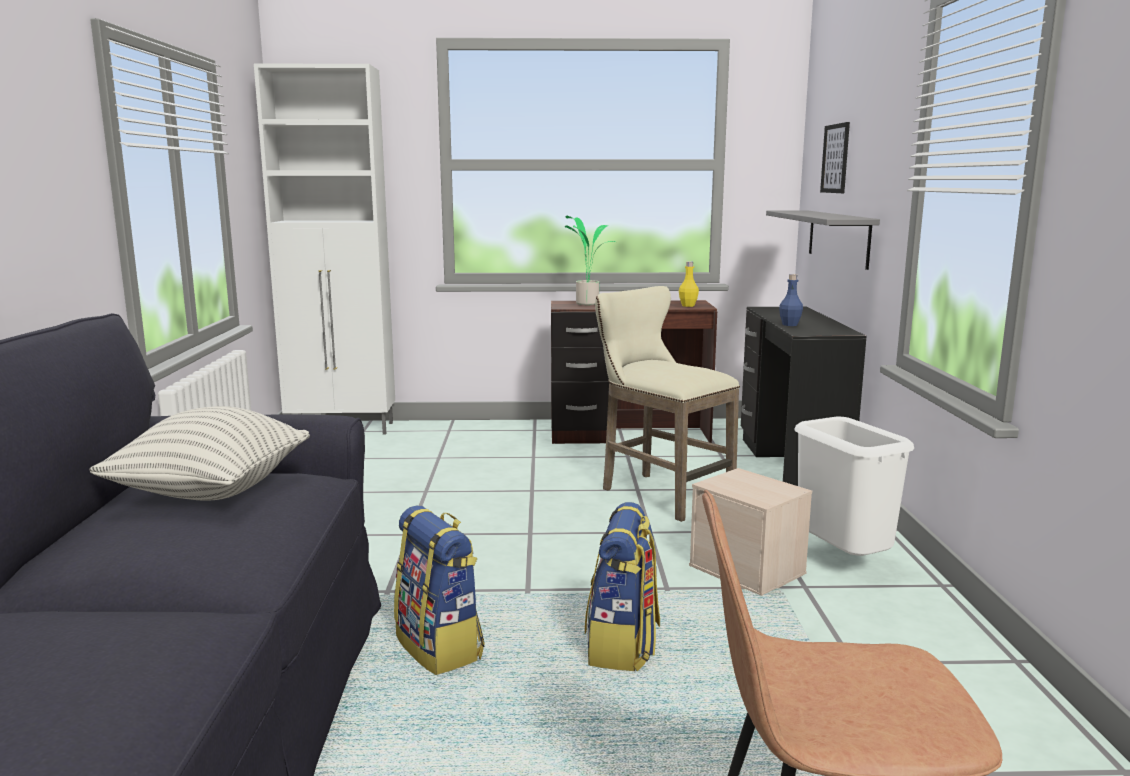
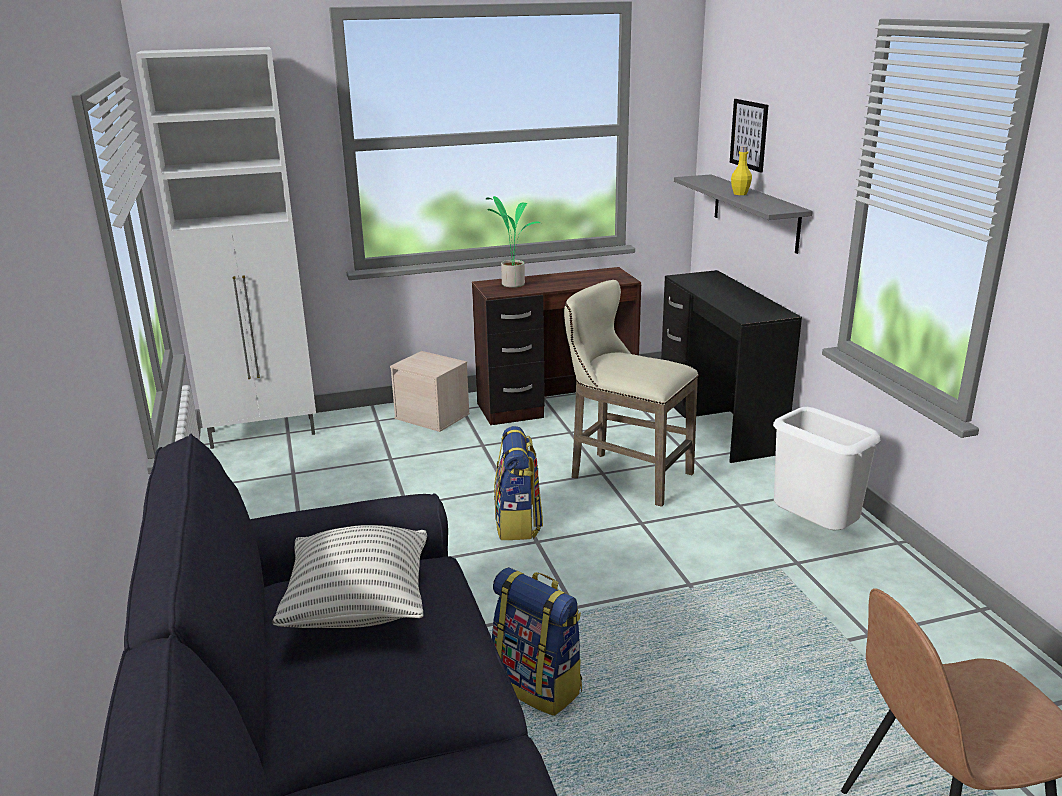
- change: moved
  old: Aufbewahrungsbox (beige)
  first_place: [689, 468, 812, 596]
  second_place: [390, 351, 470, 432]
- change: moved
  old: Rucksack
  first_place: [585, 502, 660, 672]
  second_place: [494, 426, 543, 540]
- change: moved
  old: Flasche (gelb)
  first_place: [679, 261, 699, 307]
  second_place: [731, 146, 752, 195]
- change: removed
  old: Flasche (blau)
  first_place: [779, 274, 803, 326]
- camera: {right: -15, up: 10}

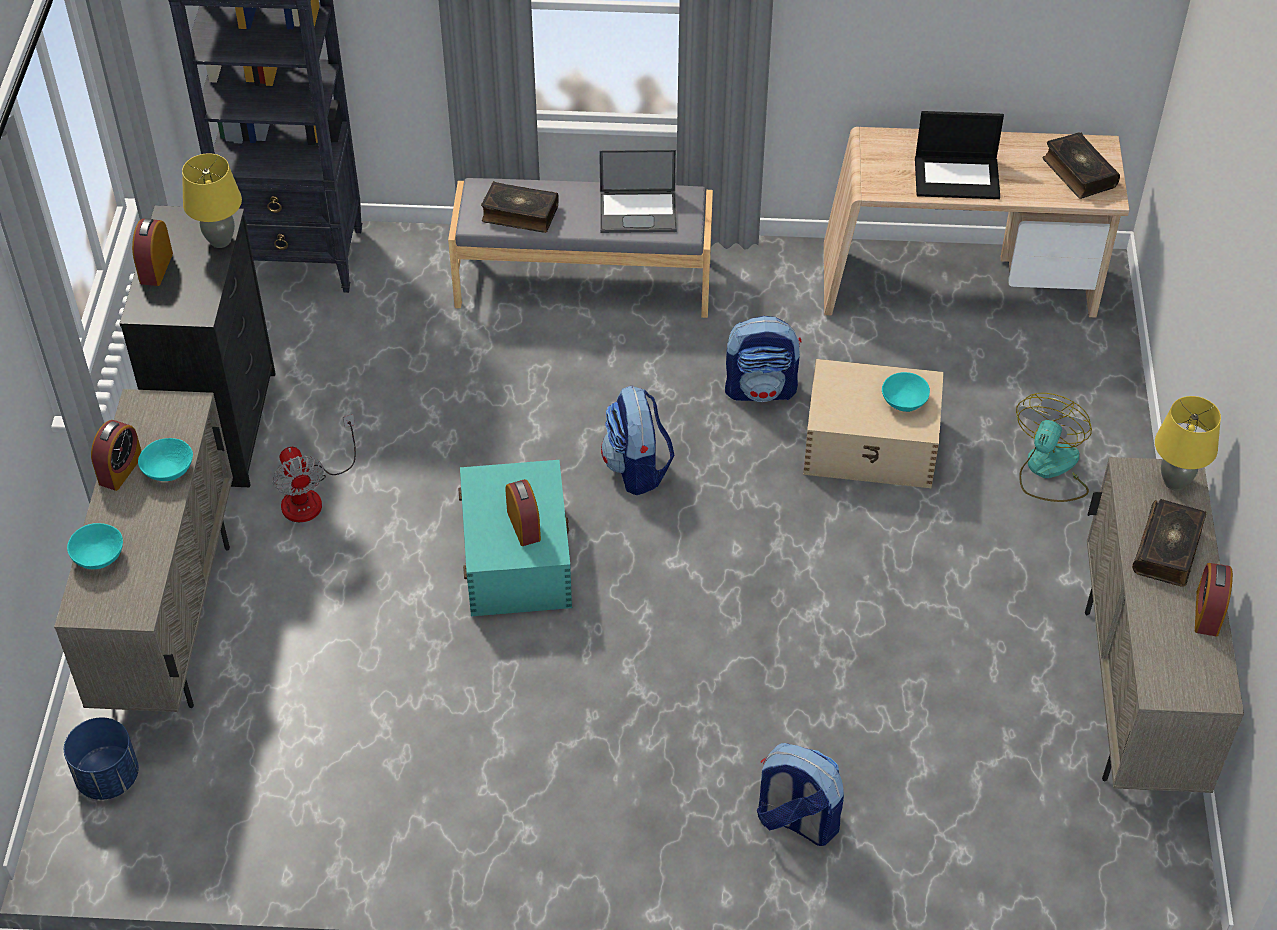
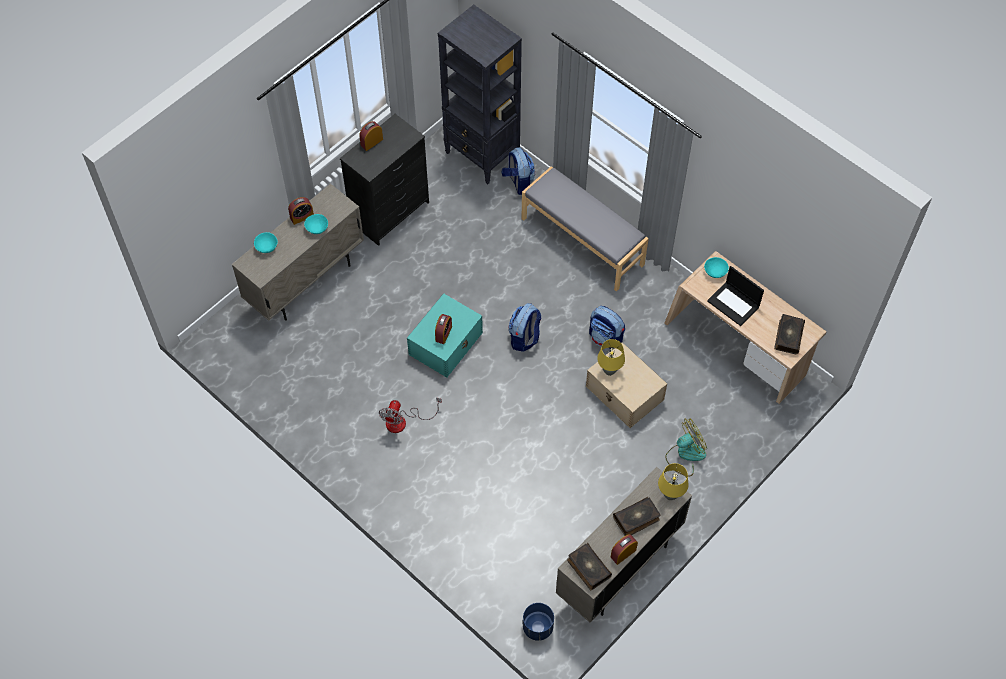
- change: moved
  old: Ventilator
  first_place: [272, 414, 356, 522]
  second_place: [379, 398, 442, 433]
- change: moved
  old: Rucksack
  first_place: [757, 743, 844, 846]
  second_place: [501, 147, 535, 195]
- change: moved
  old: Pflanzkübel (blau)
  first_place: [64, 717, 139, 800]
  second_place: [523, 603, 554, 641]
- change: moved
  old: Buch
  first_place: [481, 181, 559, 233]
  second_place: [567, 543, 612, 590]
- change: moved
  old: Tischlampe (gelb)
  first_place: [182, 153, 242, 248]
  second_place: [597, 339, 625, 376]
- change: moved
  old: Schüssel (türkis)
  first_place: [882, 372, 930, 412]
  second_place: [704, 257, 729, 278]
- change: removed
  old: Laptop
  first_place: [599, 149, 677, 233]
- camera: {right: 40, up: 10}

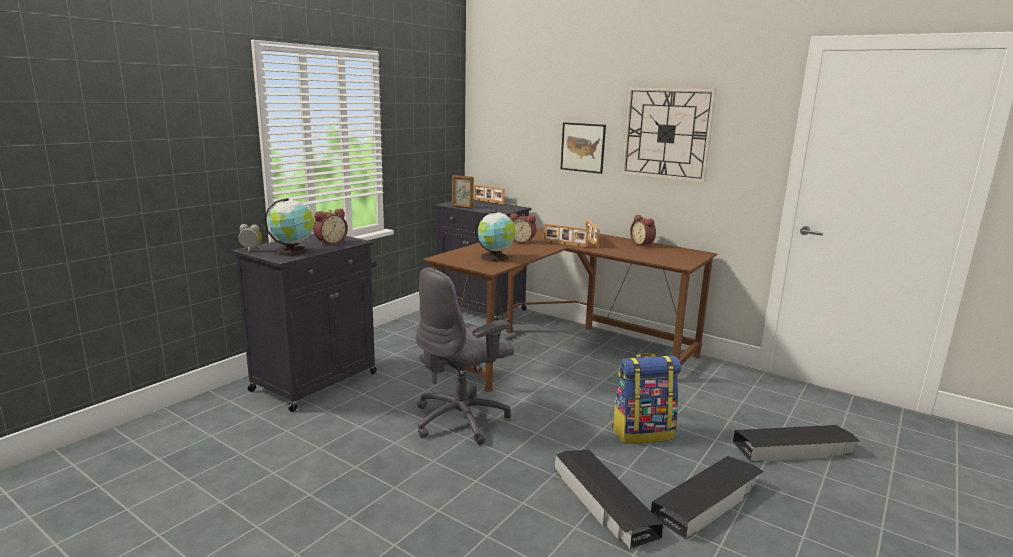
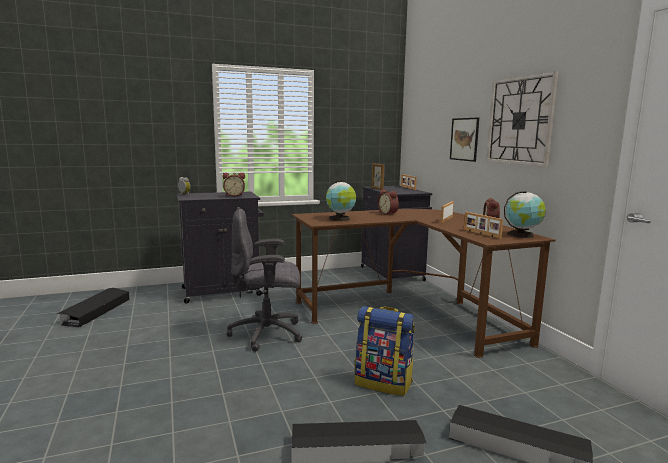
- change: moved
  old: Aufbewahrungsbox (schwarz)
  first_place: [555, 450, 663, 548]
  second_place: [57, 288, 129, 327]
- change: moved
  old: Bilderrahmen
  first_place: [544, 224, 589, 247]
  second_place: [464, 212, 503, 239]
- change: moved
  old: Globus
  first_place: [264, 198, 314, 255]
  second_place: [504, 191, 546, 238]
- camera: {right: 35, up: -5}

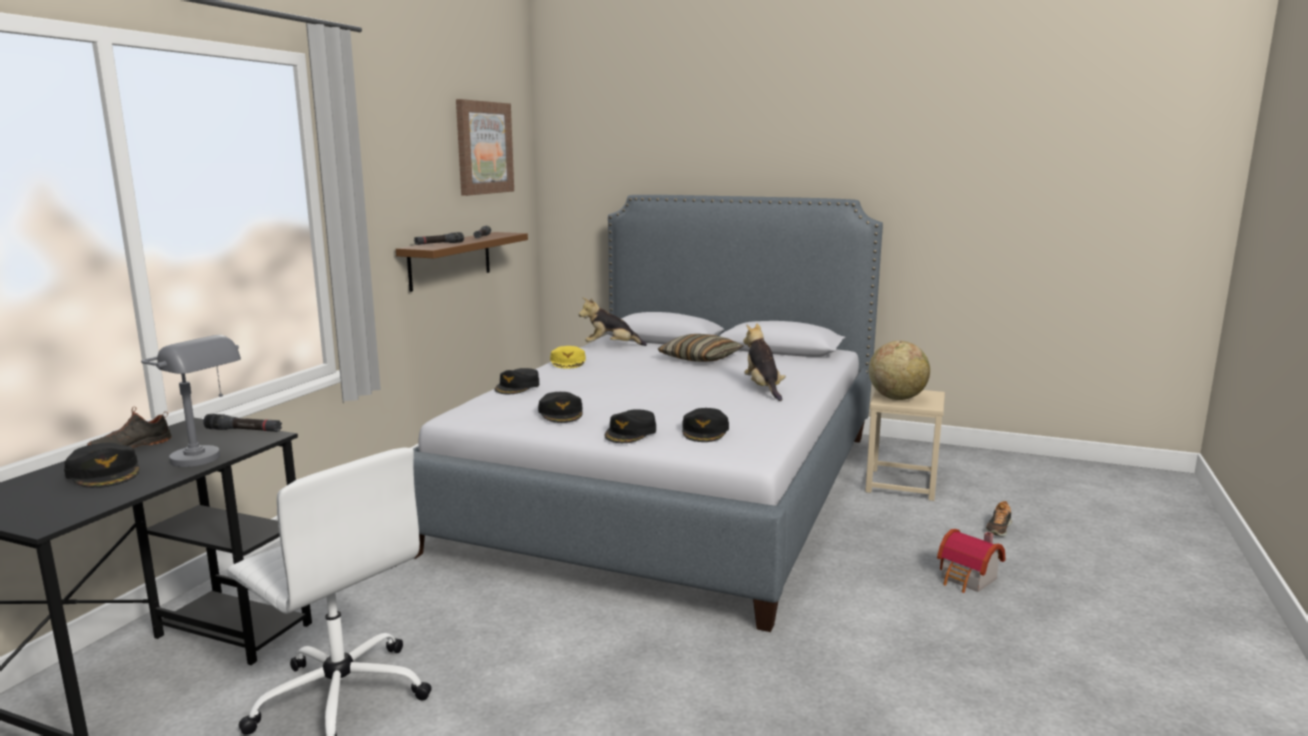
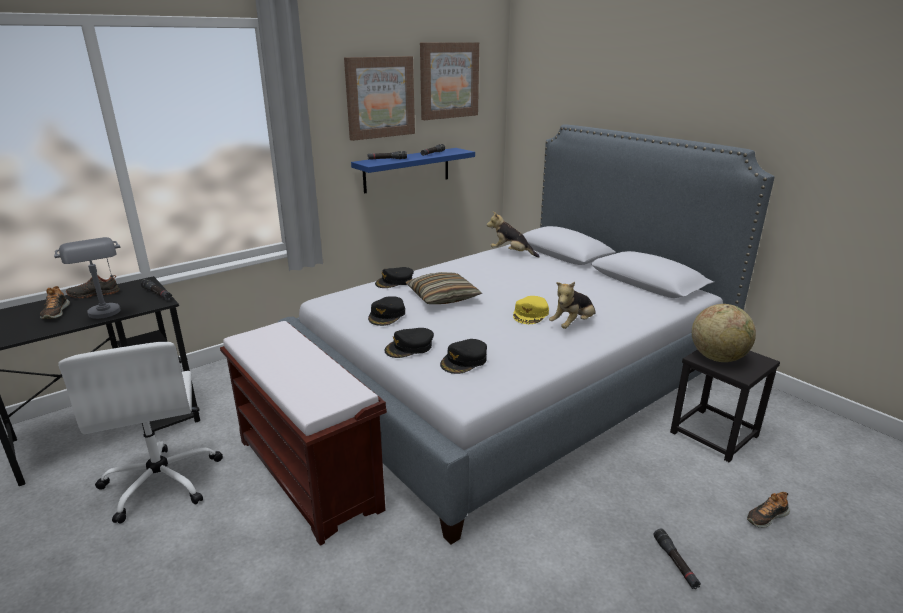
- change: replaced
  old: Kappe (schwarz)
  new: Schuh
  first_place: [64, 442, 139, 488]
  second_place: [40, 286, 70, 319]
- change: added
  new: Bank (braun)
  second_place: [220, 321, 387, 546]
- change: added
  new: Bild
  second_place: [344, 56, 415, 141]
- change: recoloured
  old: Wandregal (braun)
  new: Wandregal (blau)
  first_place: [396, 232, 528, 292]
  second_place: [351, 148, 475, 194]
- change: moved
  old: Kissen
  first_place: [657, 334, 744, 362]
  second_place: [405, 272, 482, 304]
- change: moved
  old: Kappe (gelb)
  first_place: [550, 346, 586, 369]
  second_place: [513, 296, 549, 324]
- change: turned
  old: Plüschtier
  first_place: [743, 323, 786, 401]
  second_place: [549, 282, 595, 329]
  degrees: -150
- change: replaced
  old: Spielzeughaus
  new: Taschenlampe (schwarz)
  first_place: [937, 529, 1005, 593]
  second_place: [653, 529, 701, 589]
- change: recoloured
  old: Hocker (beige)
  new: Hocker (schwarz)
  first_place: [865, 389, 945, 501]
  second_place: [670, 349, 780, 462]
- camera: {right: 30, up: 10}

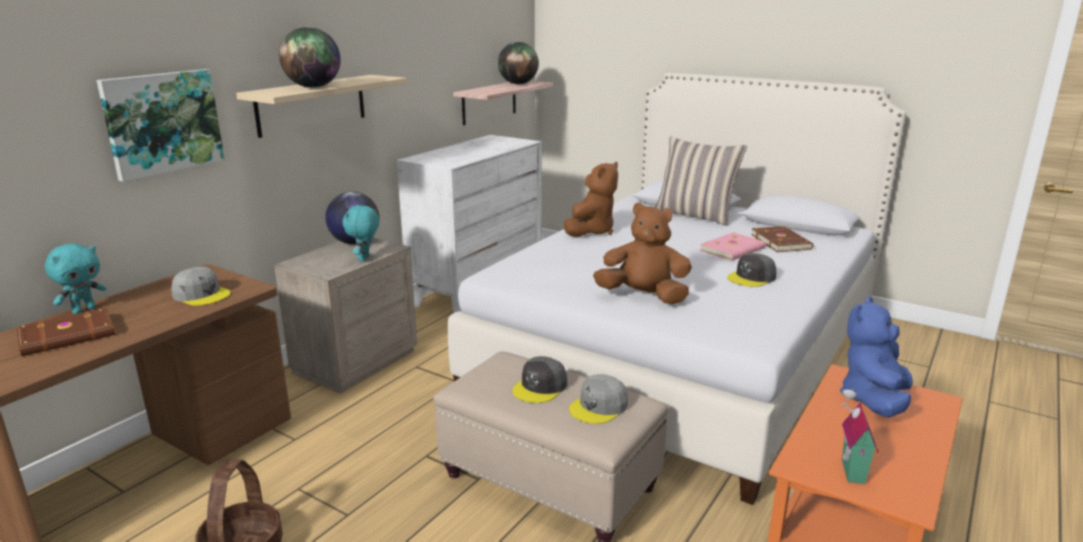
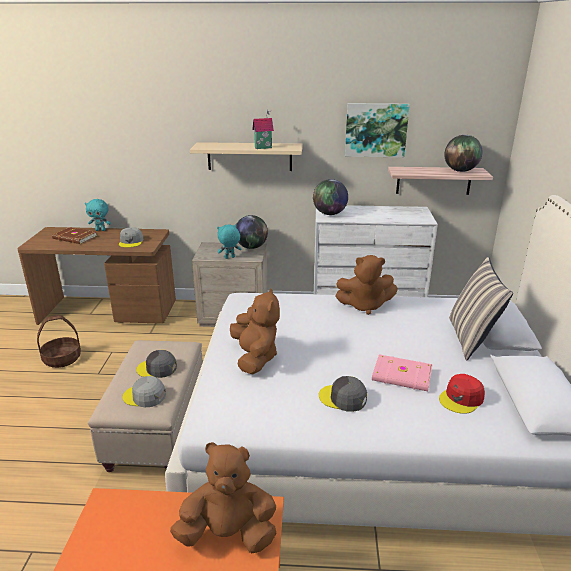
- change: recoloured
  old: Plüschtier (blau)
  new: Plüschtier (braun)
  first_place: [840, 296, 913, 417]
  second_place: [170, 442, 276, 553]
- change: moved
  old: Spielzeughaus
  first_place: [842, 388, 879, 484]
  second_place: [252, 110, 274, 149]
- change: moved
  old: Globus
  first_place: [279, 27, 341, 88]
  second_place: [313, 179, 348, 215]
- change: moved
  old: Bild
  first_place: [97, 69, 225, 182]
  second_place: [345, 103, 410, 157]
- change: replaced
  old: Buch (braun)
  new: Kappe (rot)
  first_place: [751, 226, 814, 252]
  second_place: [439, 374, 485, 414]
- camera: {right: 60, up: 5}

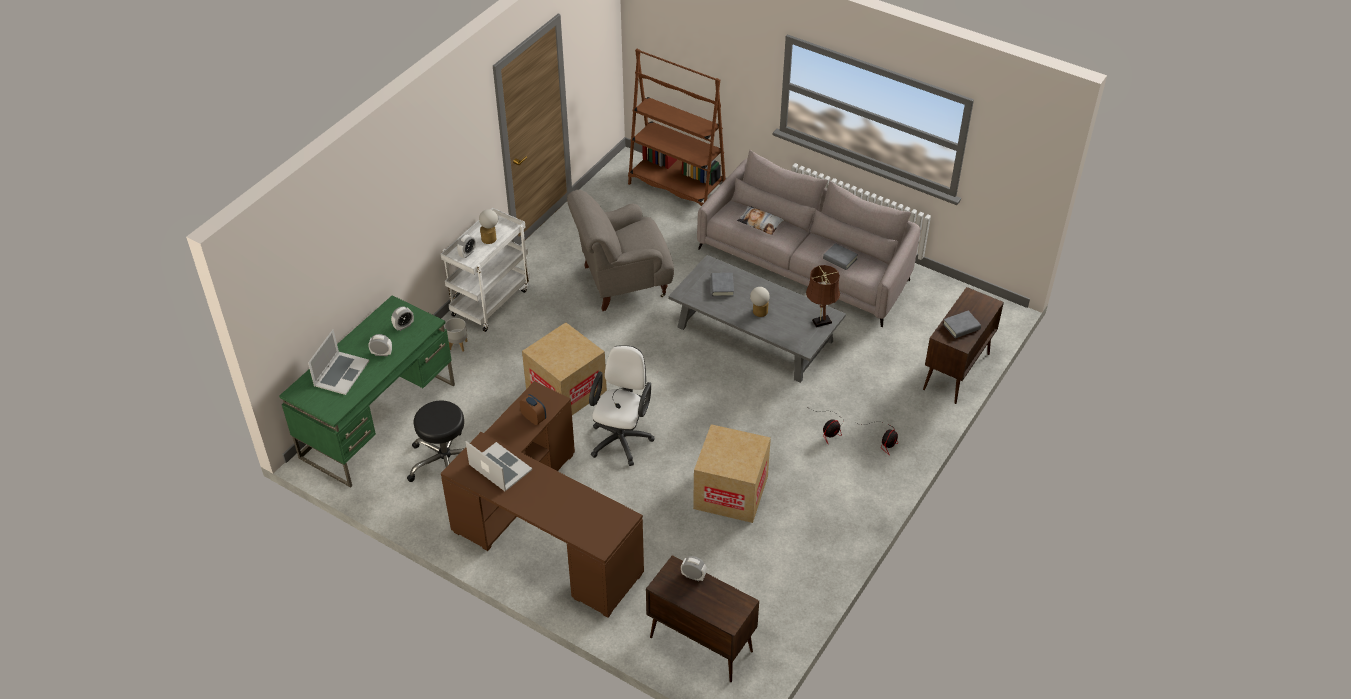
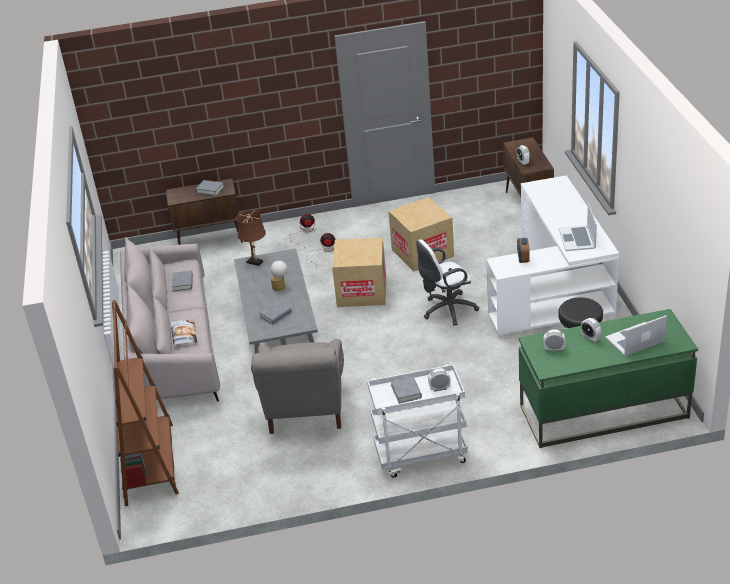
- change: turned
  old: Sessel (grau)
  first_place: [567, 190, 674, 311]
  second_place: [251, 339, 344, 434]
  degrees: 60
- change: moved
  old: Karton
  first_place: [522, 322, 607, 415]
  second_place: [332, 237, 386, 307]
- change: replaced
  old: Tischlampe
  new: Buch (grau)
  first_place: [479, 209, 498, 244]
  second_place: [390, 375, 422, 404]
- change: recoloured
  old: Schreibtisch (braun)
  new: Schreibtisch (weiß)
  first_place: [441, 381, 644, 618]
  second_place: [487, 175, 619, 338]
- change: removed
  old: Pflanzkübel (grau)
  first_place: [444, 318, 468, 352]
- camera: {right: -130, up: -10}

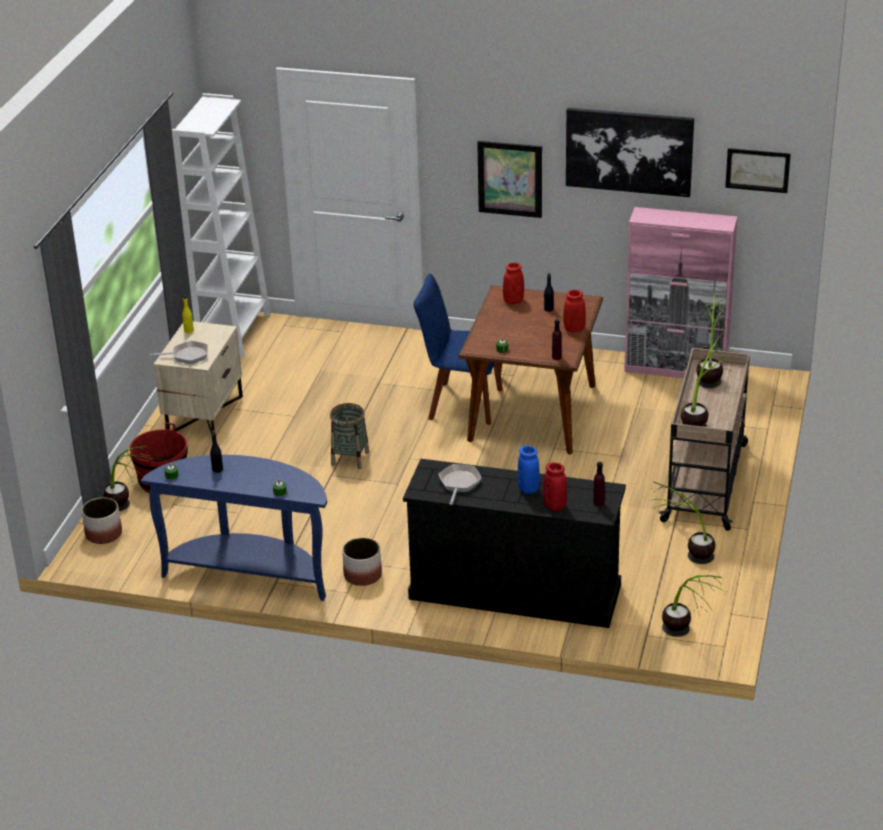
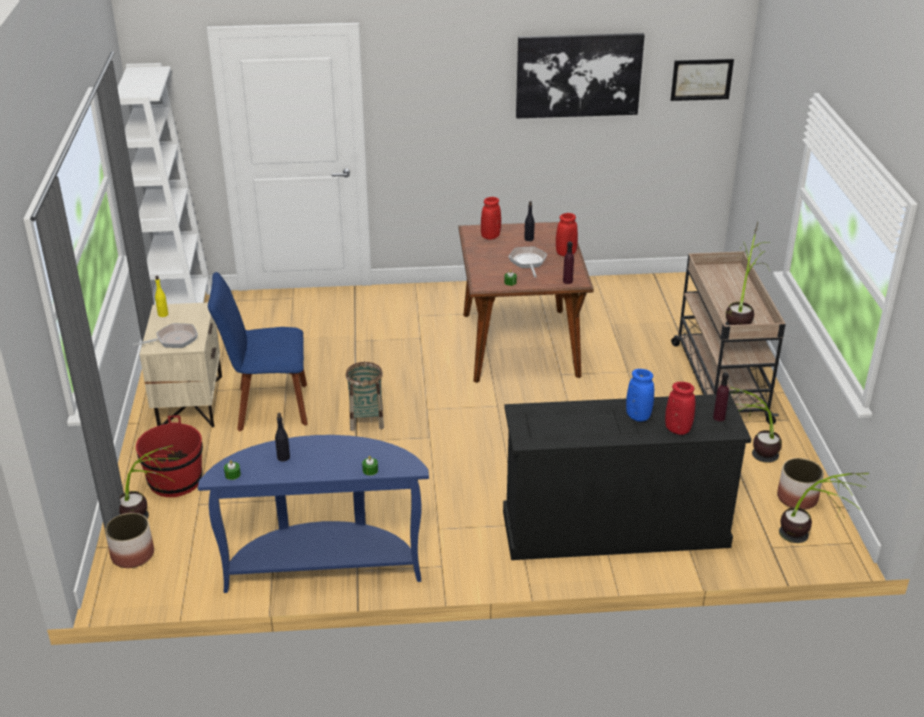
- change: moved
  old: Stuhl (blau)
  first_place: [413, 274, 503, 425]
  second_place: [208, 272, 308, 431]
- change: moved
  old: Pfanne
  first_place: [438, 464, 481, 505]
  second_place: [509, 247, 547, 277]
- change: moved
  old: Pflanzkübel
  first_place: [342, 537, 382, 586]
  second_place: [777, 458, 824, 510]
- change: removed
  old: Bild
  first_place: [477, 141, 542, 218]
- change: removed
  old: Schrank (rosa)
  first_place: [624, 207, 737, 378]
- change: removed
  old: Topfpflanze
  first_place: [696, 283, 730, 388]
- camera: {right: -20, up: 0}

